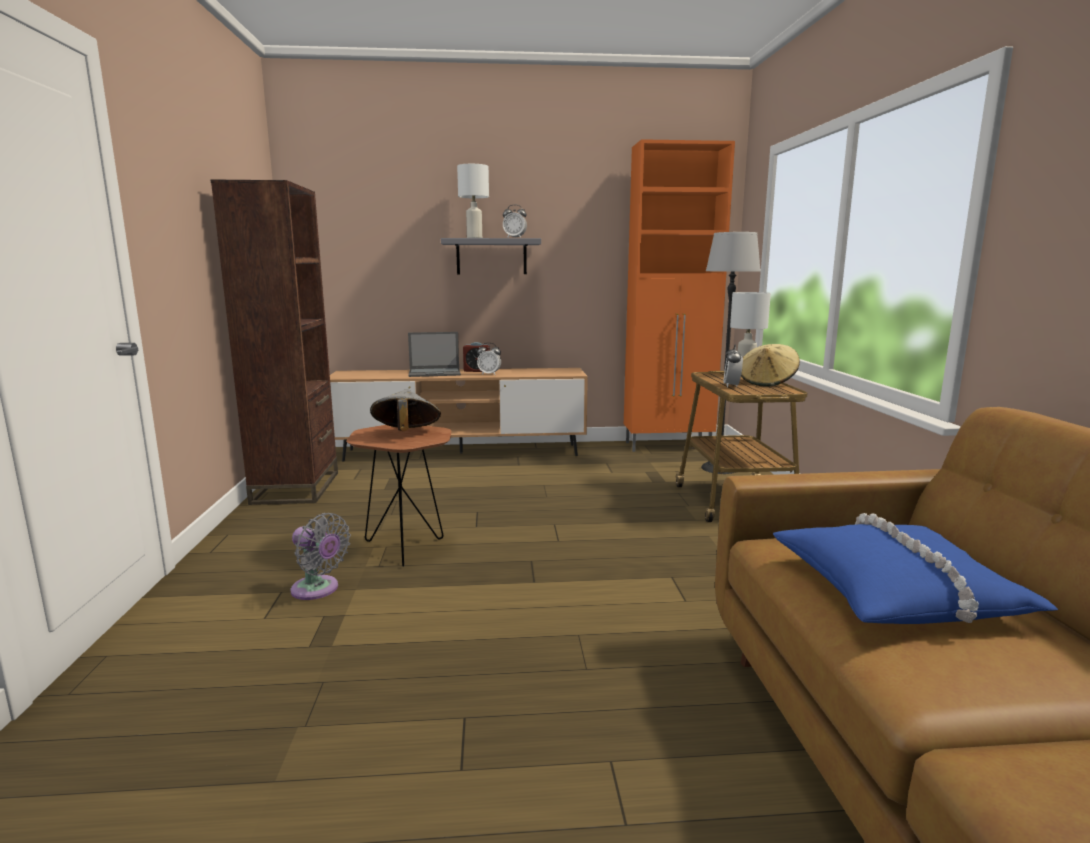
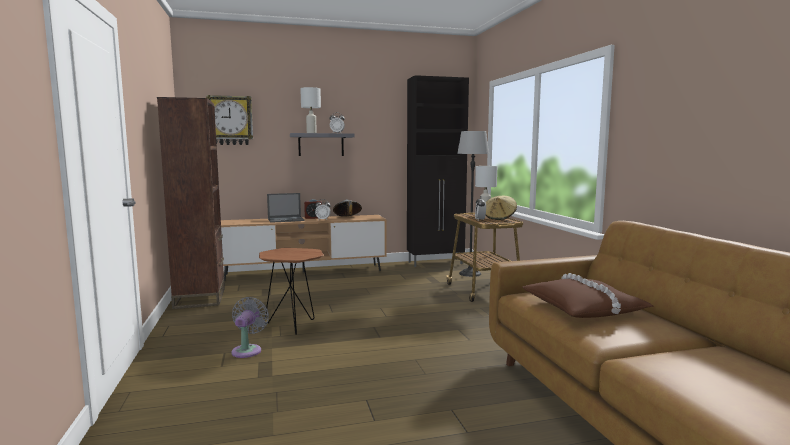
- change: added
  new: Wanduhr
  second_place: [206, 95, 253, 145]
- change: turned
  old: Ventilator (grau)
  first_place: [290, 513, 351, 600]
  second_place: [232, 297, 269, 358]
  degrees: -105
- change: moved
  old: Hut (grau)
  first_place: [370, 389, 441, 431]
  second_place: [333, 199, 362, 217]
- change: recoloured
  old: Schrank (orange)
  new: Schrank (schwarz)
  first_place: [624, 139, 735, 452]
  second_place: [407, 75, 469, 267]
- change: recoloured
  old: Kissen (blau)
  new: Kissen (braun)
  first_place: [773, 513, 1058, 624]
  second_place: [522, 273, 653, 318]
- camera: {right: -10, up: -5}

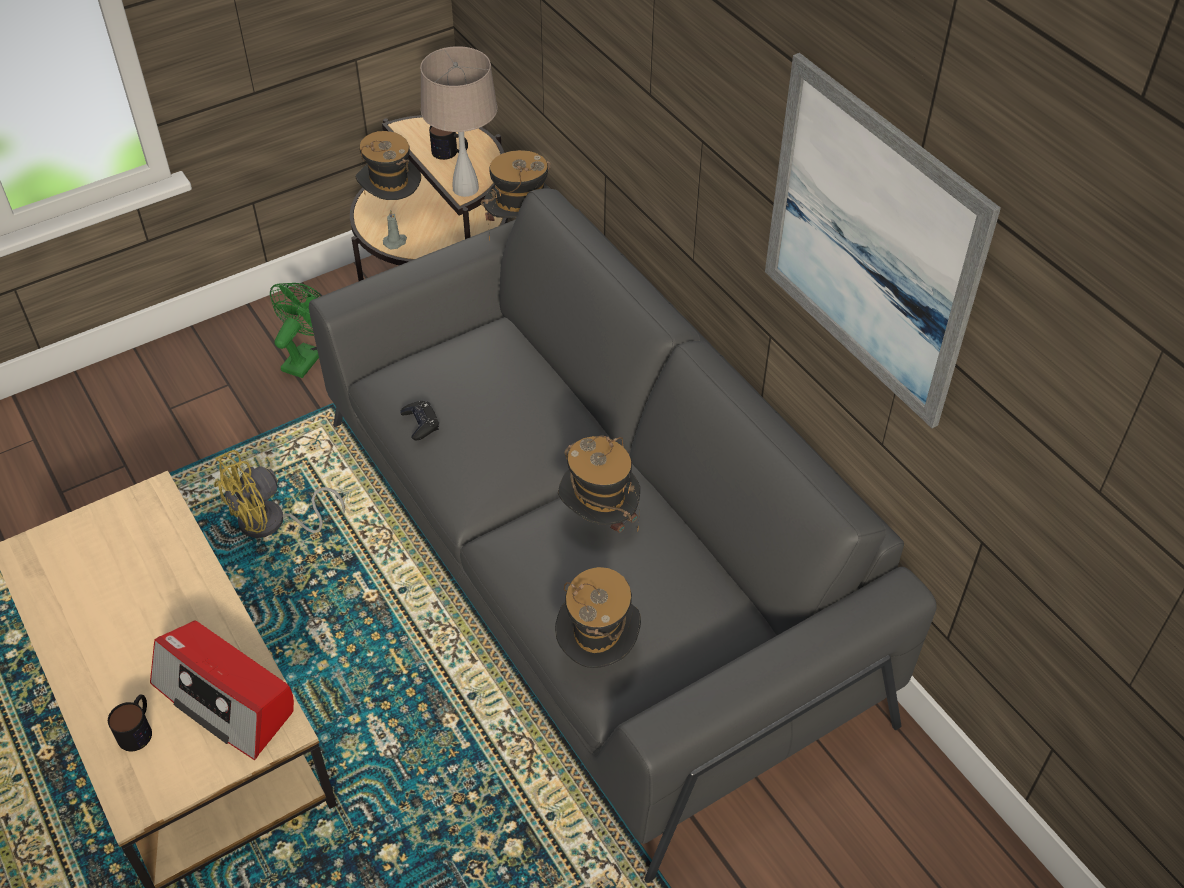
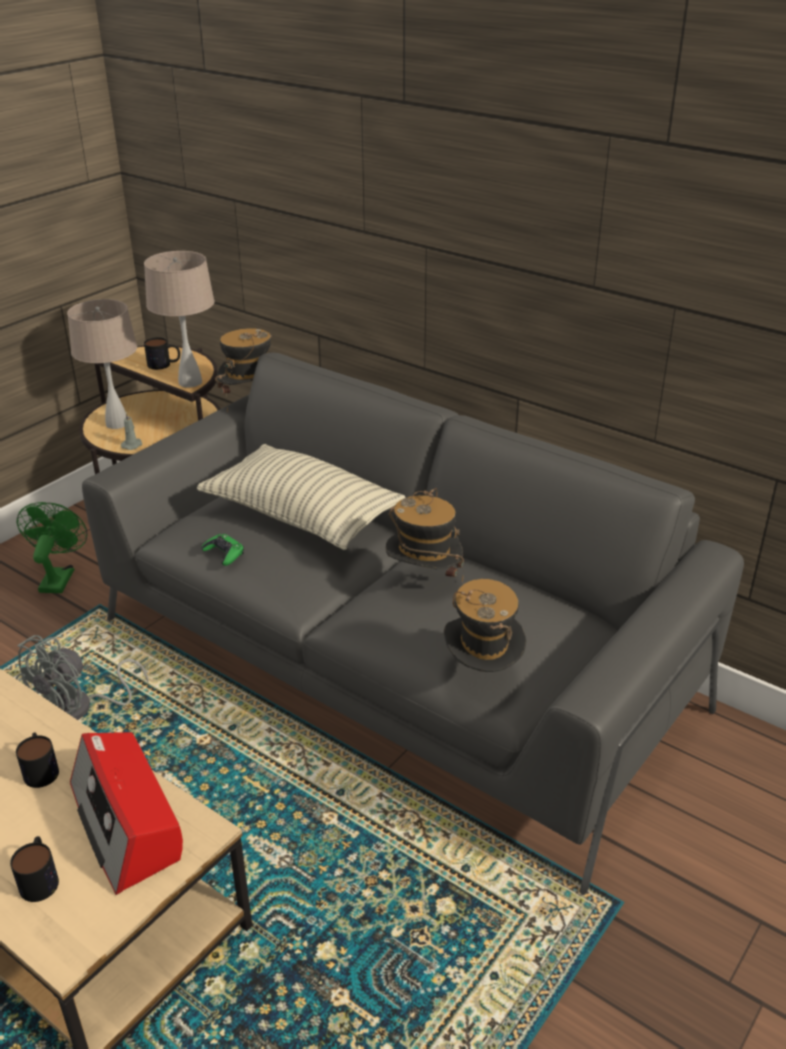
- change: recoloured
  old: Ventilator (gelb)
  new: Ventilator (grau)
  first_place: [214, 450, 345, 538]
  second_place: [16, 635, 149, 720]
- change: added
  new: Henkelbecher
  second_place: [16, 733, 59, 788]
- change: replaced
  old: Hut
  new: Tischlampe (beige)
  first_place: [356, 131, 421, 200]
  second_place: [67, 299, 137, 429]
- change: turned
  old: Radio
  first_place: [150, 620, 294, 760]
  second_place: [70, 732, 183, 895]
  degrees: 45
- change: added
  new: Kissen
  second_place: [197, 444, 405, 550]
- change: recoloured
  old: Gamepad (schwarz)
  new: Gamepad (grün)
  first_place: [400, 401, 439, 441]
  second_place: [202, 534, 244, 566]
- change: removed
  old: Bild
  first_place: [765, 53, 1001, 428]
- camera: {right: -20, up: -15}

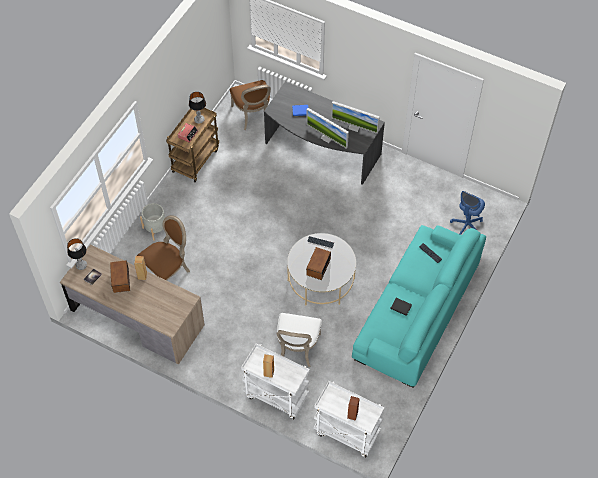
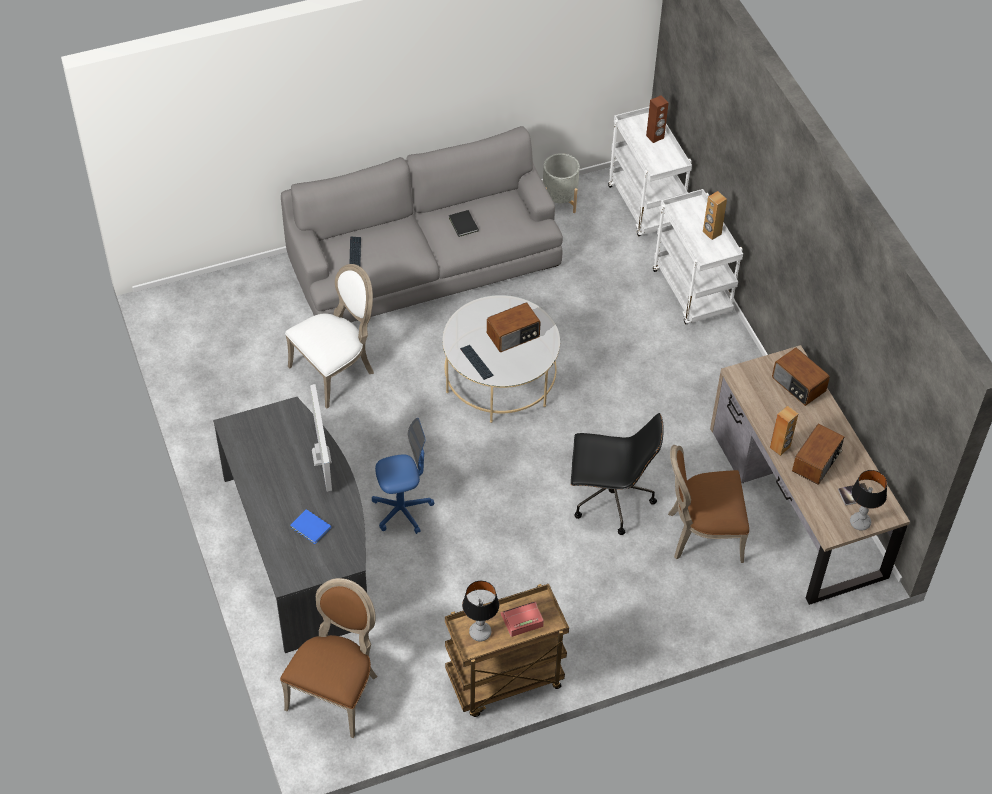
- change: recoloured
  old: Sofa (türkis)
  new: Sofa (grau)
  first_place: [352, 225, 486, 388]
  second_place: [281, 126, 563, 322]
- change: moved
  old: Stuhl (weiß)
  first_place: [276, 313, 322, 367]
  second_place: [285, 264, 374, 408]
- change: moved
  old: Bürostuhl (blau)
  first_place: [450, 191, 485, 235]
  second_place: [372, 418, 434, 534]
- change: moved
  old: Pflanzkübel (grau)
  first_place: [140, 203, 165, 241]
  second_place: [543, 153, 580, 213]
- change: added
  new: Bürostuhl (schwarz)
  second_place: [571, 413, 664, 535]
- change: added
  new: Radio
  second_place: [772, 348, 830, 406]
- change: removed
  old: Monitor
  first_place: [331, 101, 380, 134]
- camera: {right: -140, up: -5}

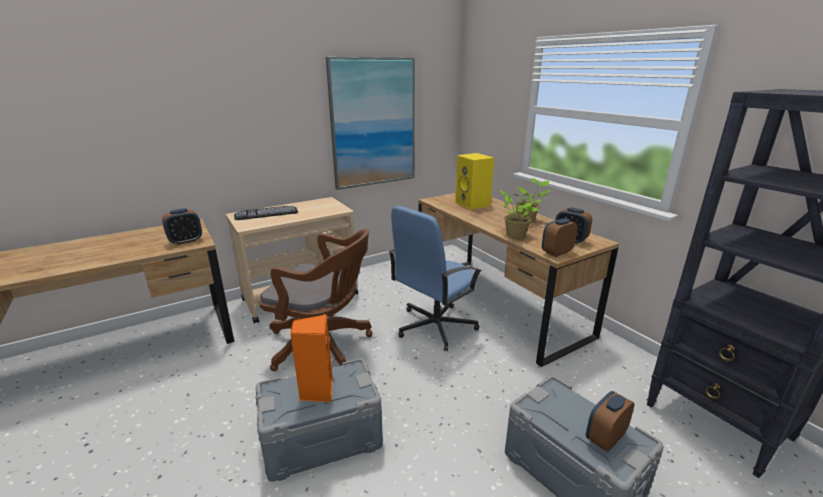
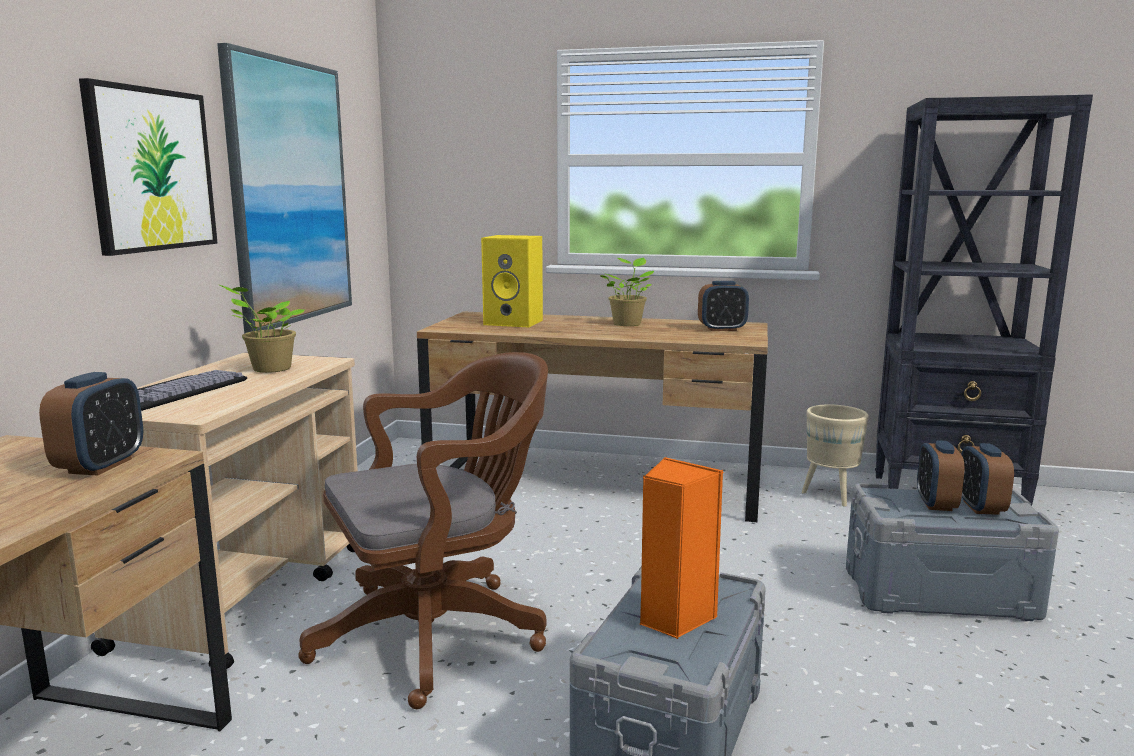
- change: added
  new: Bild
  second_place: [79, 78, 218, 256]
- change: moved
  old: Topfpflanze
  first_place: [500, 190, 539, 239]
  second_place: [219, 285, 305, 373]
- change: added
  new: Pflanzkübel (beige)
  second_place: [802, 405, 869, 506]
- change: moved
  old: Wecker
  first_place: [542, 218, 578, 257]
  second_place: [917, 440, 964, 511]
- change: removed
  old: Bürostuhl (blau)
  first_place: [388, 206, 482, 351]
- camera: {right: -45, up: -10}

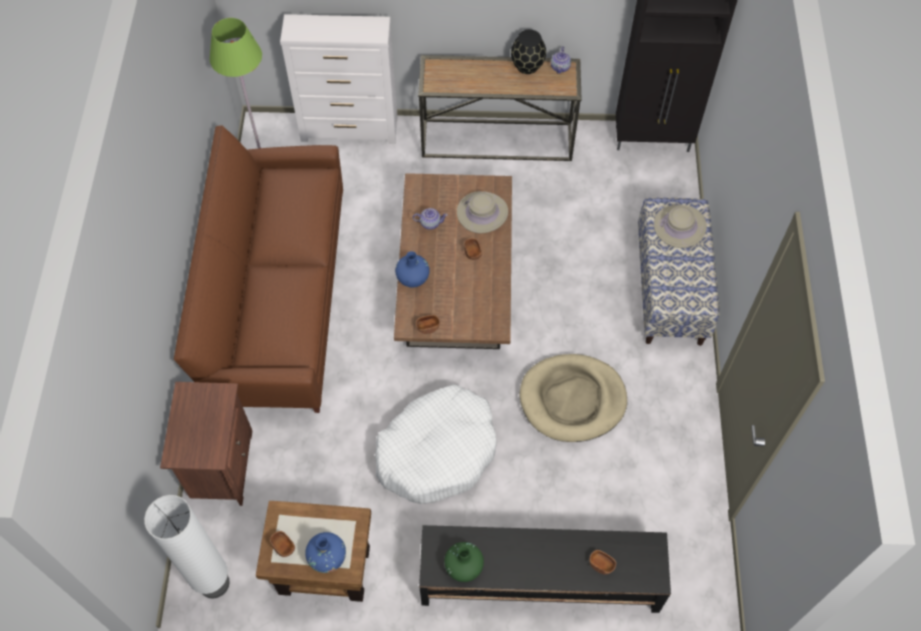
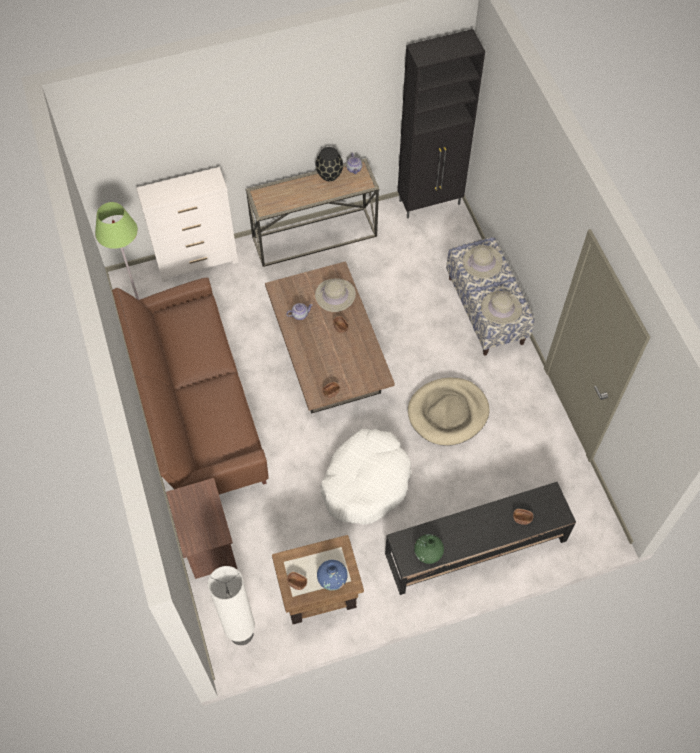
- change: added
  new: Hut (beige)
  second_place: [481, 291, 522, 324]
- change: removed
  old: Vase (blau)
  first_place: [395, 251, 430, 287]
- camera: {right: -20, up: 0}

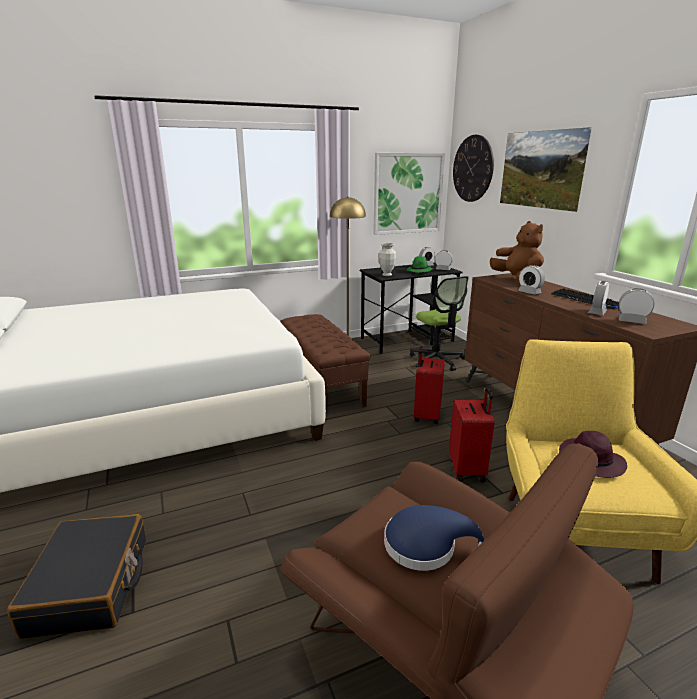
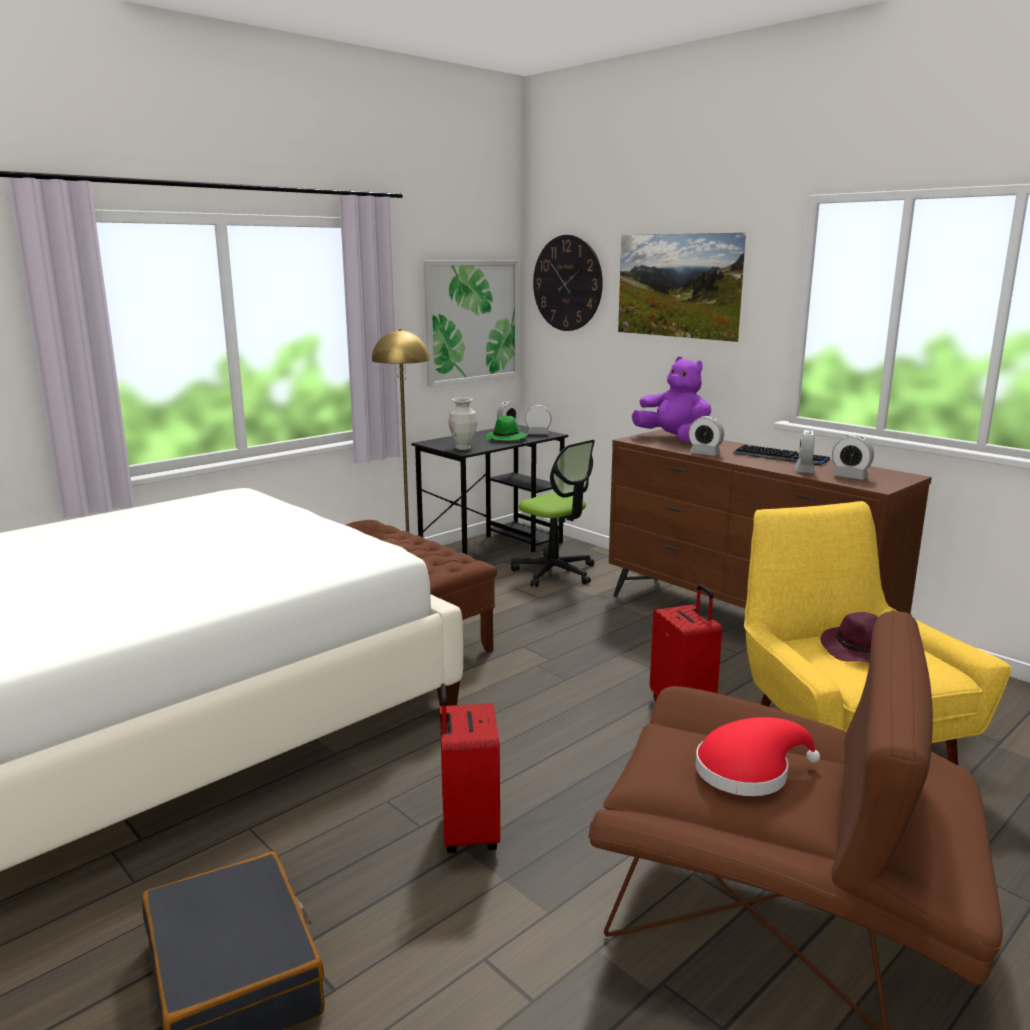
- change: moved
  old: Koffer (rot)
  first_place: [414, 346, 445, 424]
  second_place: [440, 683, 500, 853]
- change: recoloured
  old: Plüschtier (braun)
  new: Plüschtier (lila)
  first_place: [490, 221, 544, 282]
  second_place: [632, 356, 711, 443]
- change: recoloured
  old: Hut (blau)
  new: Hut (rot)
  first_place: [384, 505, 484, 571]
  second_place: [696, 717, 820, 796]
- change: turned
  old: Wecker
  first_place: [619, 288, 654, 324]
  second_place: [832, 435, 874, 480]
  degrees: -150
- camera: {right: -20, up: -5}

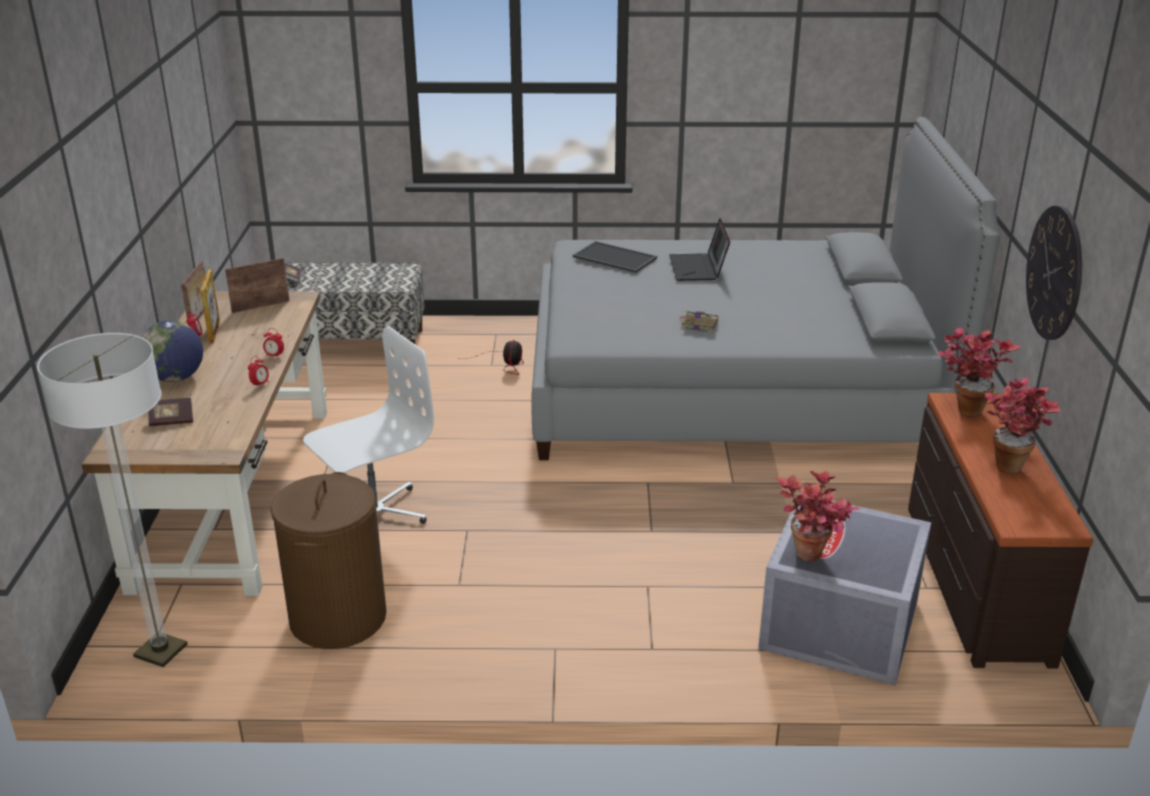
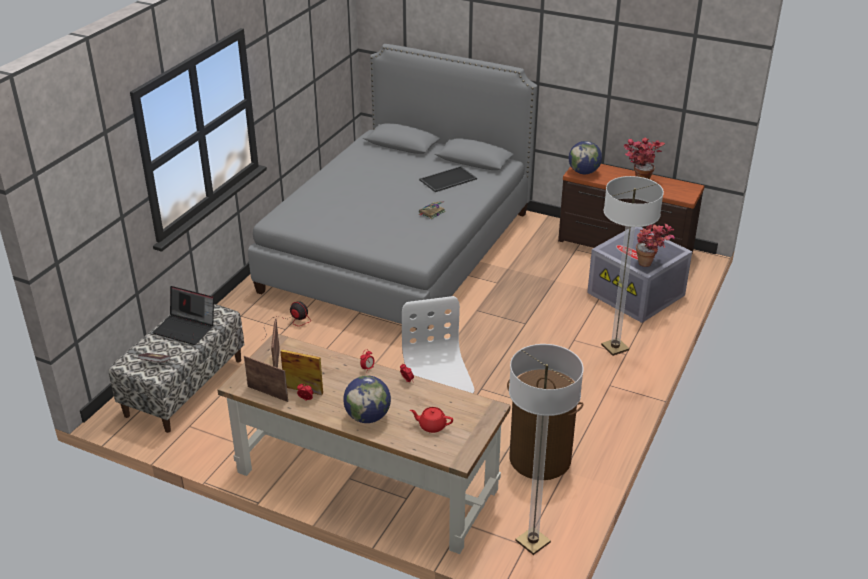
- change: moved
  old: Laptop
  first_place: [669, 218, 730, 281]
  second_place: [152, 286, 214, 345]
- change: replaced
  old: Buch
  new: Teekanne (rot)
  first_place: [148, 398, 193, 426]
  second_place: [410, 407, 453, 433]
- change: moved
  old: Tablett
  first_place: [573, 241, 657, 273]
  second_place: [419, 166, 477, 192]
- change: replaced
  old: Topfpflanze
  new: Globus
  first_place: [938, 328, 1021, 418]
  second_place: [569, 141, 602, 174]
- change: added
  new: Stehlampe
  second_place: [601, 176, 664, 356]
- change: removed
  old: Wanduhr
  first_place: [1026, 206, 1082, 340]
- camera: {right: -65, up: 5}

